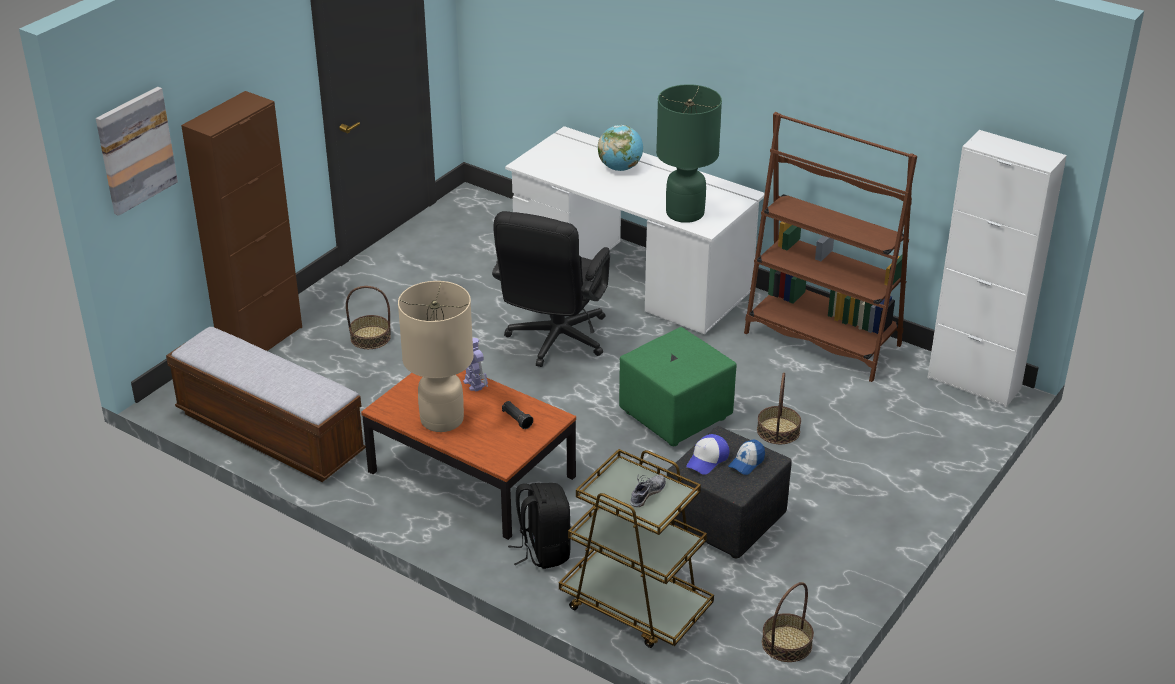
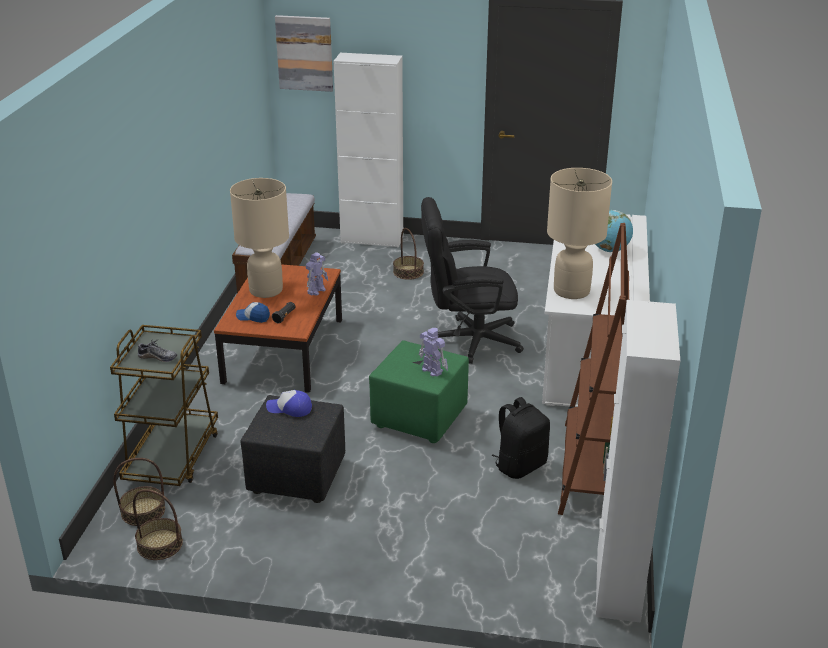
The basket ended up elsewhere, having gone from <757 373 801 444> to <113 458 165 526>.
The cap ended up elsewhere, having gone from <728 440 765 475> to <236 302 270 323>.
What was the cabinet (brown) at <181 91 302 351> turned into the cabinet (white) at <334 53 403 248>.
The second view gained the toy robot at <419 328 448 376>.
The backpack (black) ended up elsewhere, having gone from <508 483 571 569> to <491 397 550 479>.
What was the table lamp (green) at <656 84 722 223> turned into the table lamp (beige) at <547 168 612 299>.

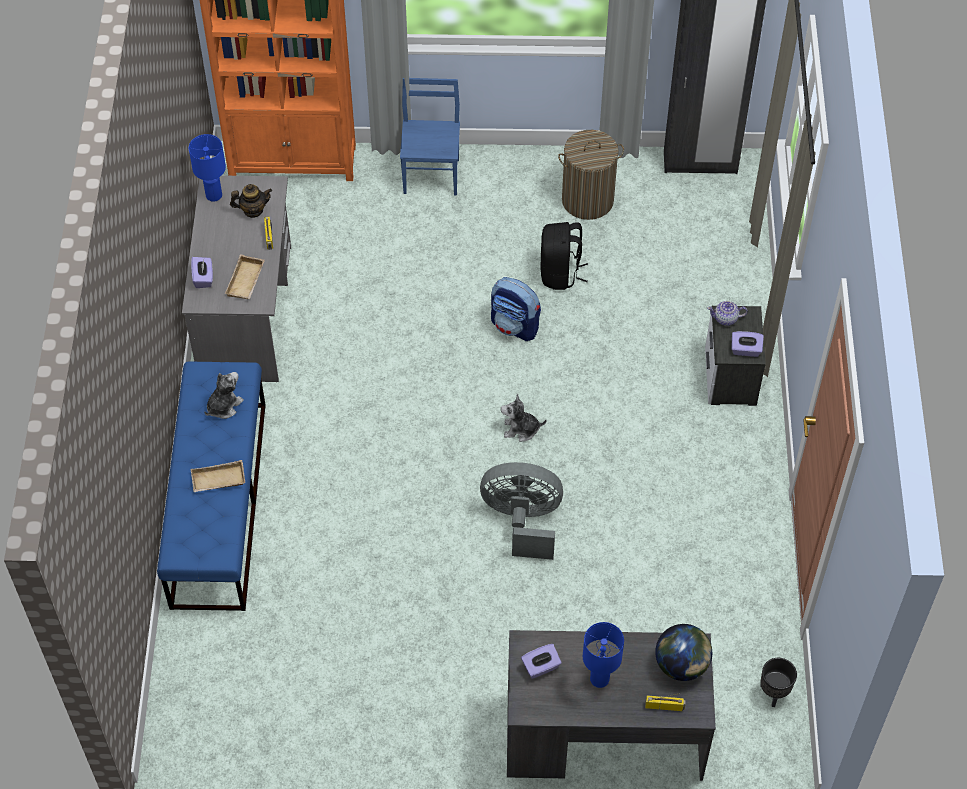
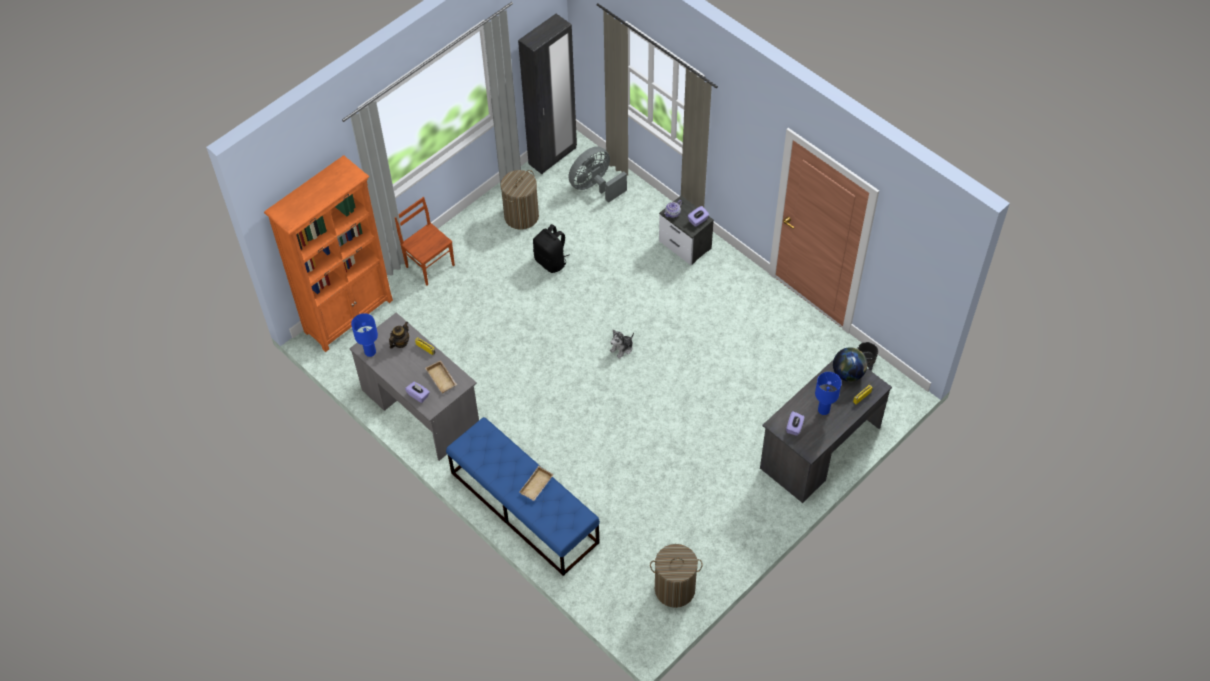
What was the chair (blue) at <400 78 460 195> turned into the chair (brown) at <395 197 455 285>.
The fan (grey) ended up elsewhere, having gone from <480 462 563 560> to <568 146 627 203>.
The second view gained the laundry basket at <650 544 703 608>.
The second view lost the plush toy at <204 372 244 419>.
The second view lost the backpack at <491 277 541 341>.

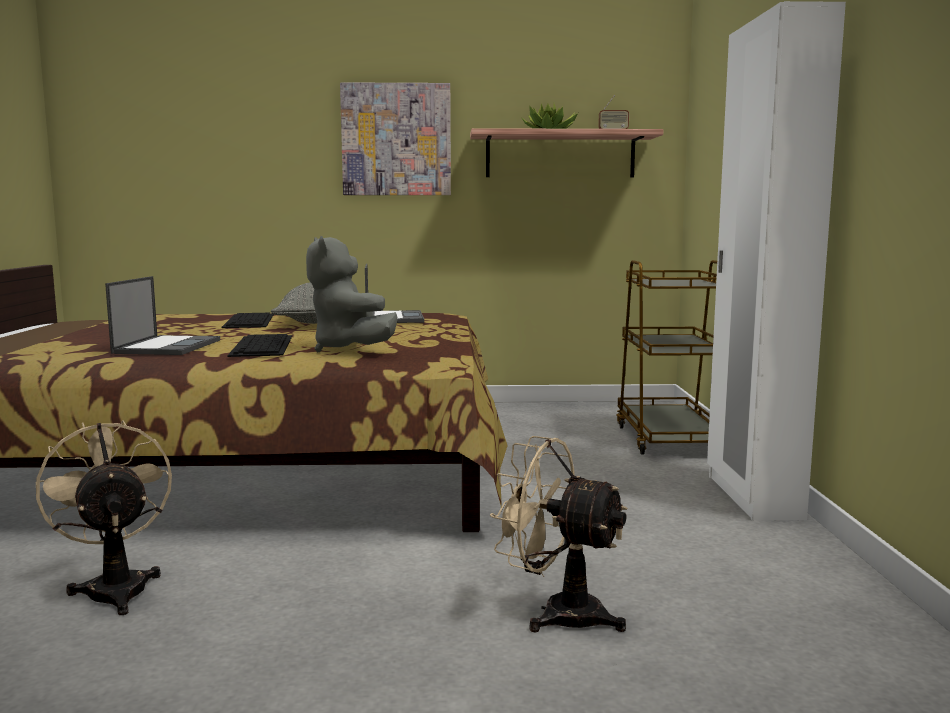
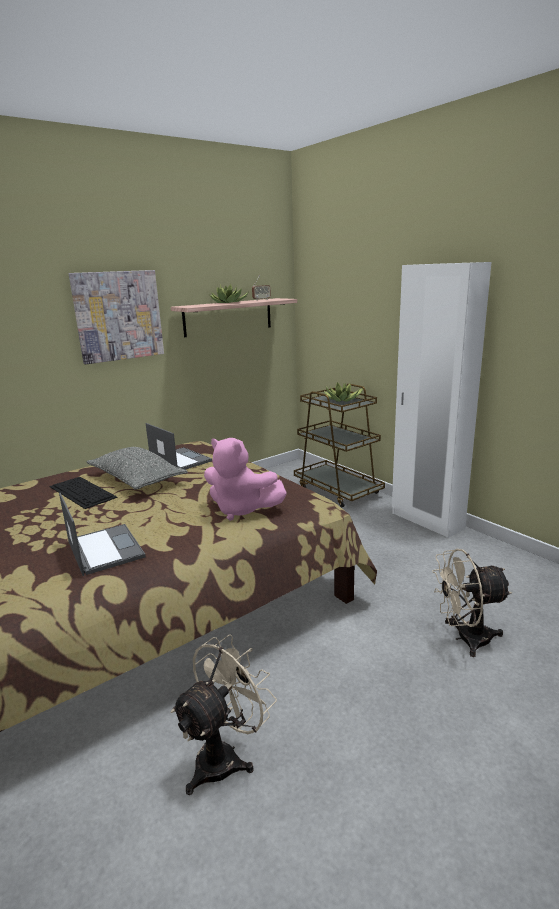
The fan (beige) at <36 420 172 615> ended up facing another way, 105 degrees clockwise from before.
What was the plush toy (grey) at <306 236 397 353> turned into the plush toy (pink) at <204 438 287 521>.
The second view gained the potted plant at <324 382 363 402>.
The second view lost the keyboard at <227 334 292 357>.

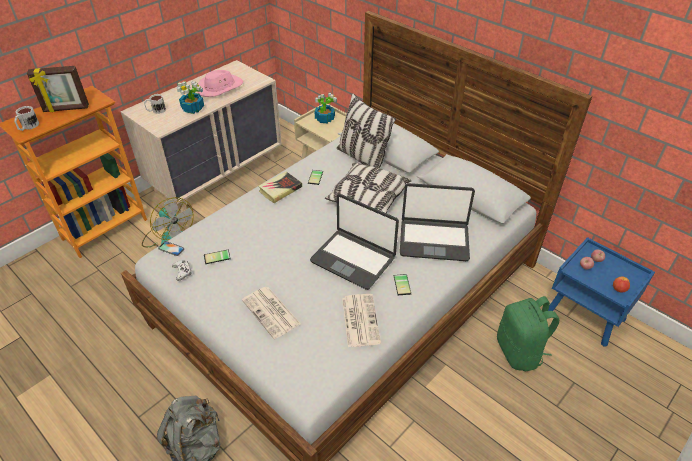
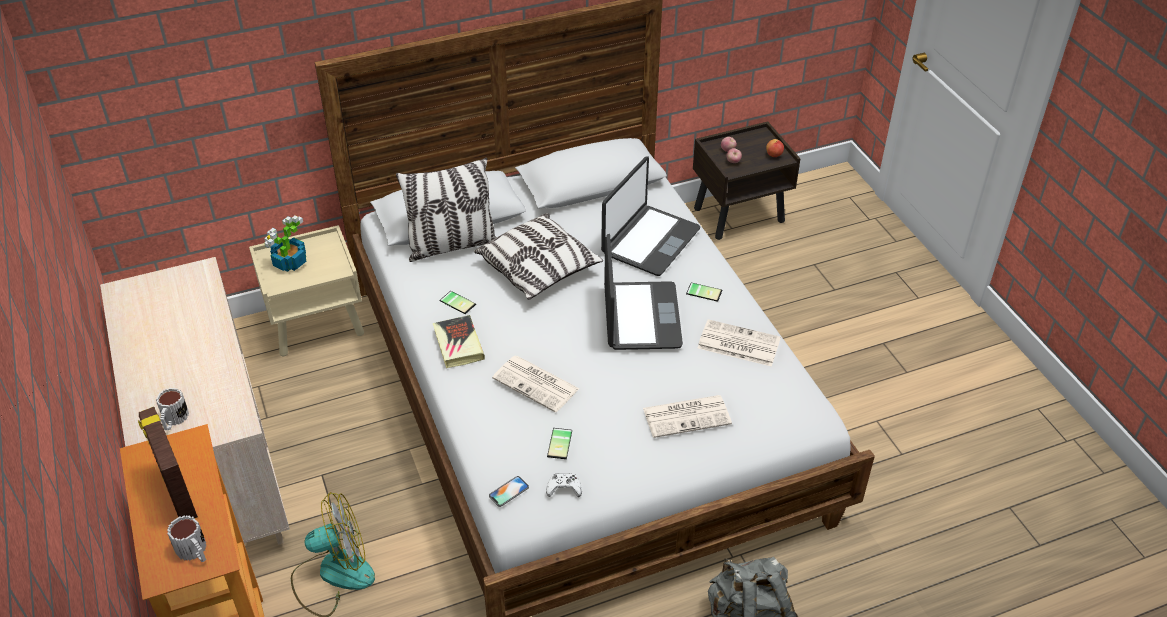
The picture frame at <27 66 89 112> ended up facing another way, 135 degrees clockwise from before.
The second view gained the newspaper at <492 356 580 412>.
The laptop at <310 194 399 290> ended up facing another way, 60 degrees counterclockwise from before.
What was the nightstand (blue) at <548 237 655 347> turned into the nightstand (brown) at <693 121 801 240>.
The second view lost the potted plant at <177 81 204 114>.
The second view lost the hat (pink) at <198 70 243 97>.
The second view lost the backpack (green) at <497 296 559 371>.

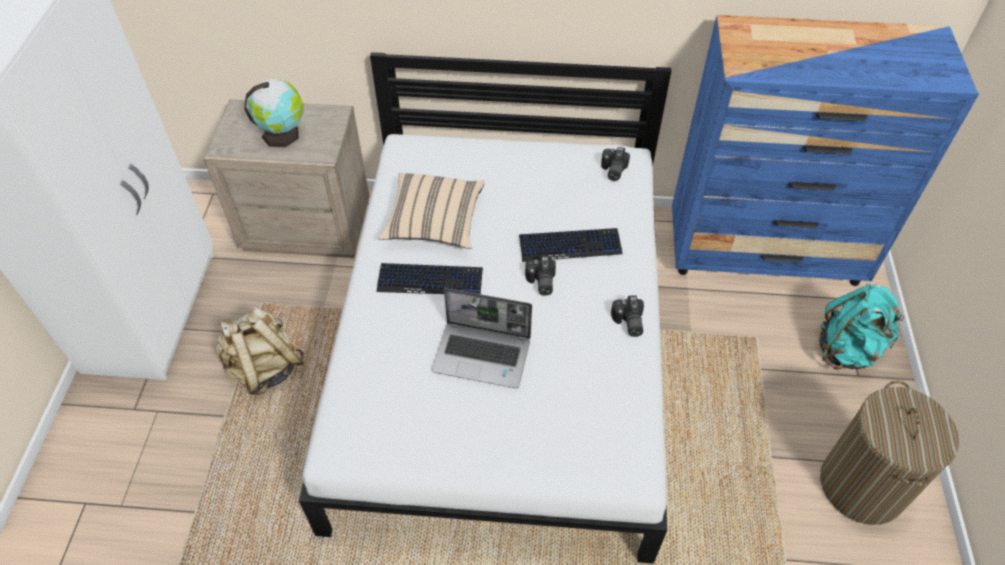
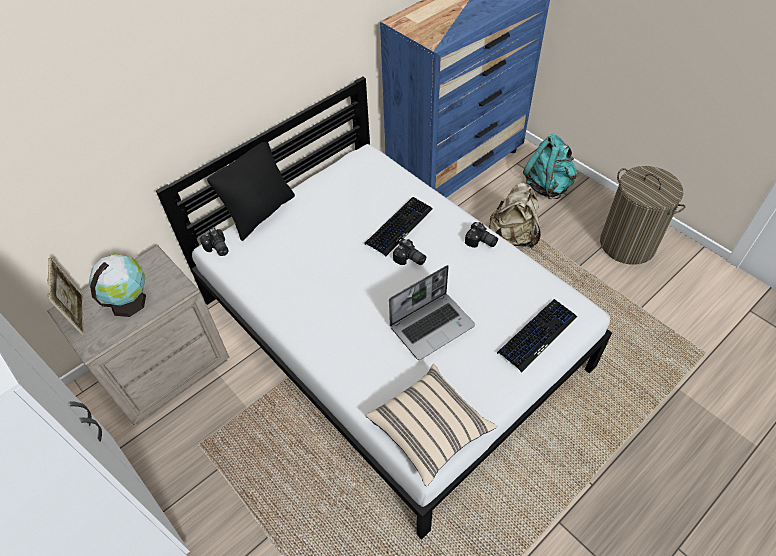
The second view gained the picture frame at <47 257 84 335>.
The photo camera ended up elsewhere, having gone from <601 147 630 181> to <200 227 228 256>.
The second view gained the pillow (black) at <207 142 295 241>.
The pillow (beige) ended up elsewhere, having gone from <378 173 485 249> to <366 364 497 486>.
The backpack (beige) ended up elsewhere, having gone from <215 307 304 395> to <489 183 541 248>.
The keyboard ended up elsewhere, having gone from <377 263 483 294> to <497 299 577 372>.

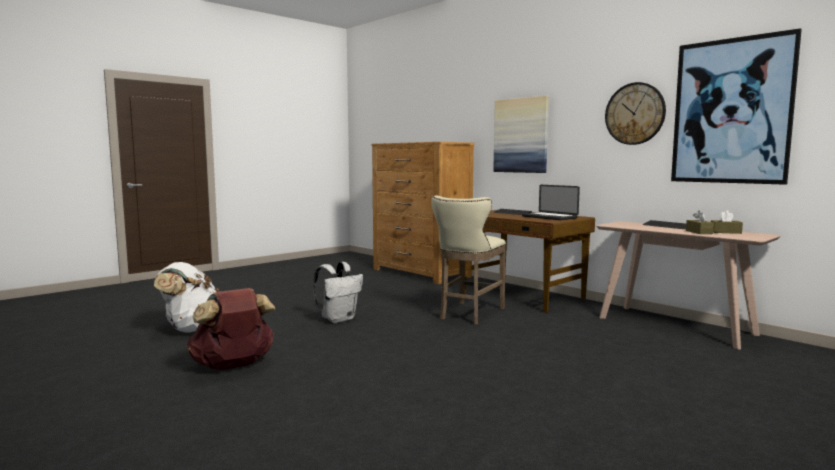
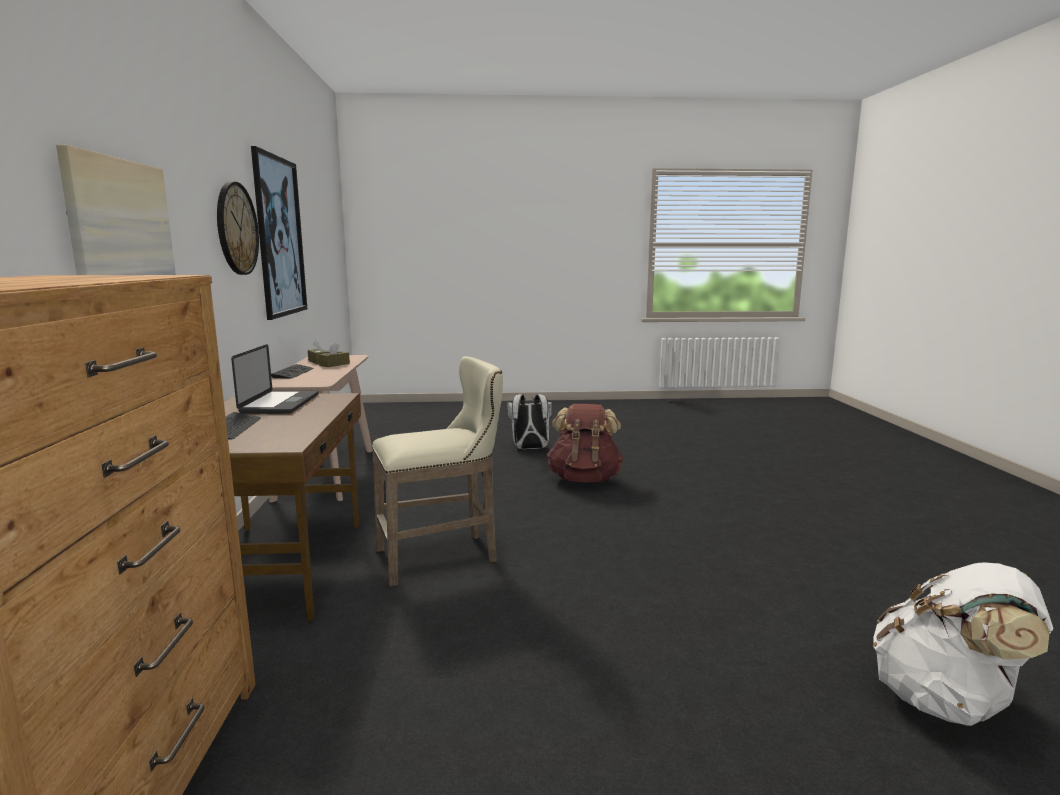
The backpack (white) ended up elsewhere, having gone from <313 262 363 323> to <507 394 552 449>.
The backpack (brown) ended up elsewhere, having gone from <187 288 275 370> to <547 404 624 482>.

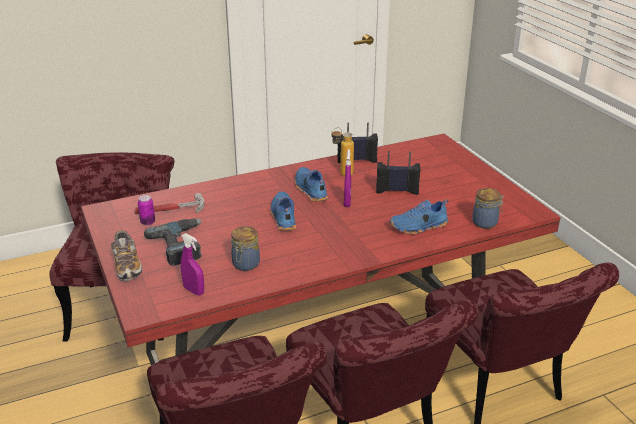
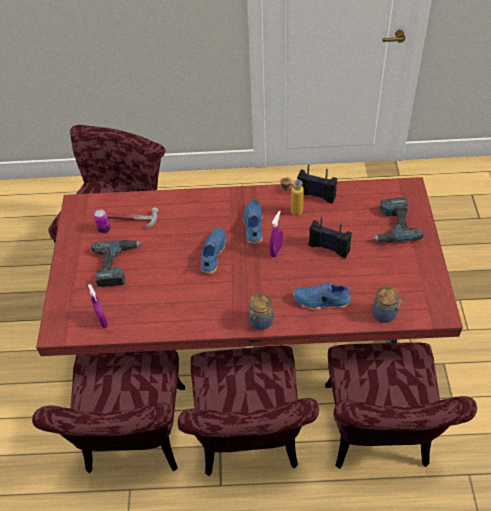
The jar ended up elsewhere, having gone from <231 226 260 271> to <249 293 273 330>.
The second view gained the power drill at <372 198 424 242>.
The second view lost the shoe at <111 229 143 281>.

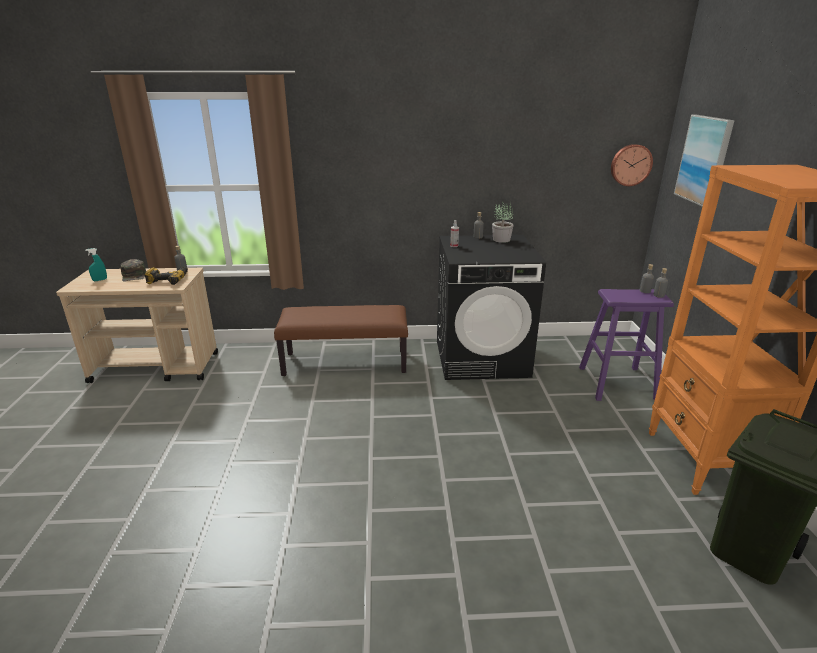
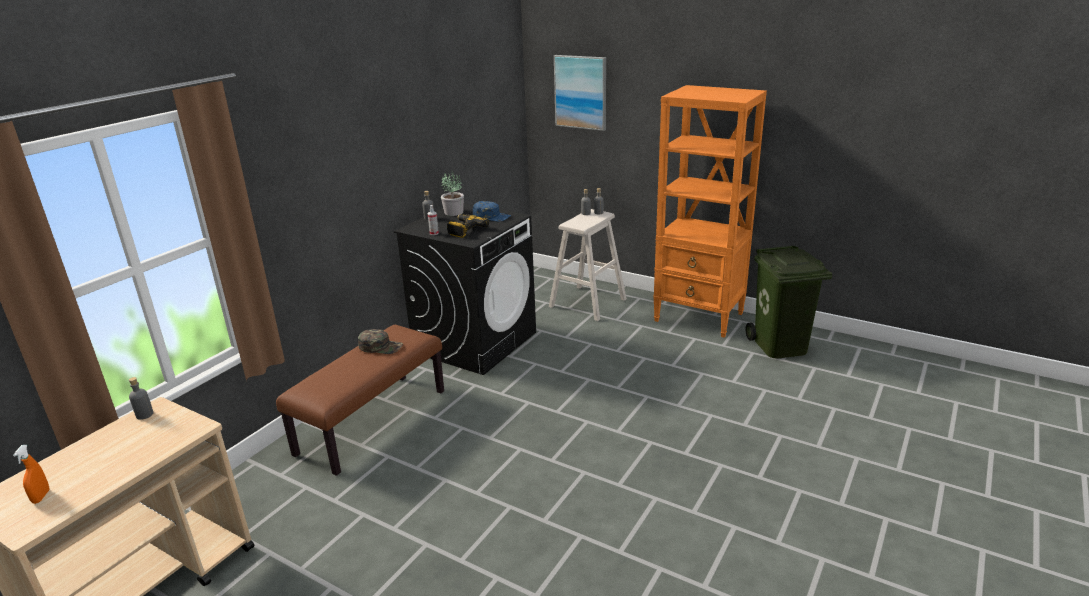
What was the spray bottle (turquoise) at <85 248 107 281> turned into the spray bottle (orange) at <13 445 50 504>.
The cap (green) ended up elsewhere, having gone from <120 259 146 282> to <358 329 403 354>.
The power drill ended up elsewhere, having gone from <144 267 188 285> to <447 214 489 238>.
The second view gained the cap (blue) at <473 201 511 221>.
What was the stool (purple) at <579 289 674 401> turned into the stool (beige) at <549 209 627 321>.
The second view lost the wall clock at <611 144 653 186>.

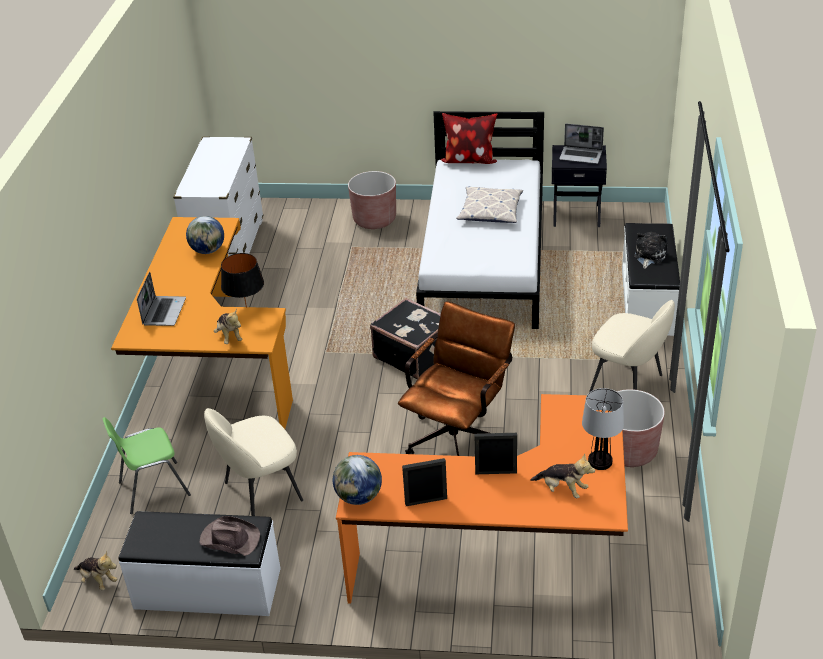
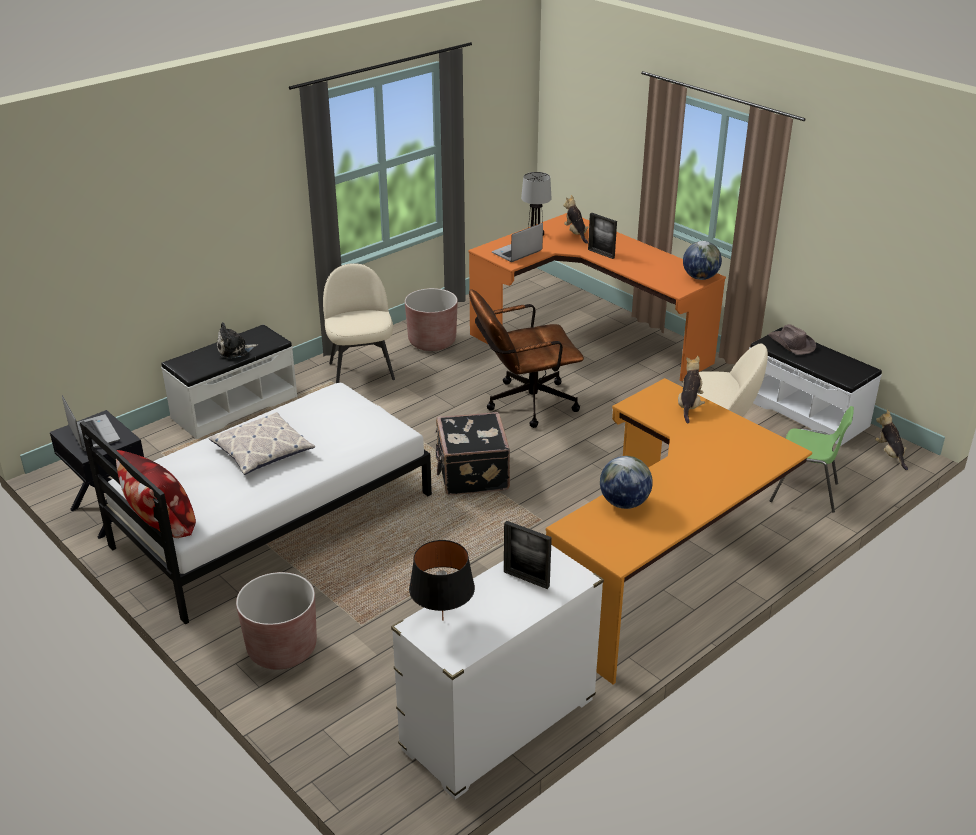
The table lamp (black) ended up elsewhere, having gone from <221 253 264 308> to <409 540 475 621>.
The laptop ended up elsewhere, having gone from <137 272 186 326> to <492 223 543 262>.
The picture frame ended up elsewhere, having gone from <402 458 447 506> to <504 521 552 589>.

